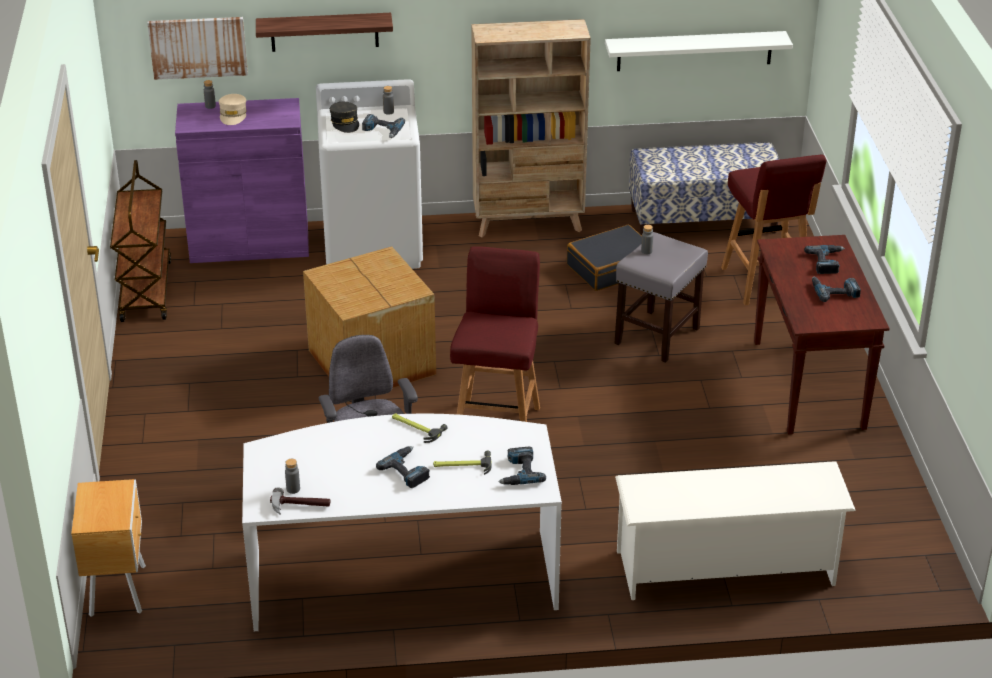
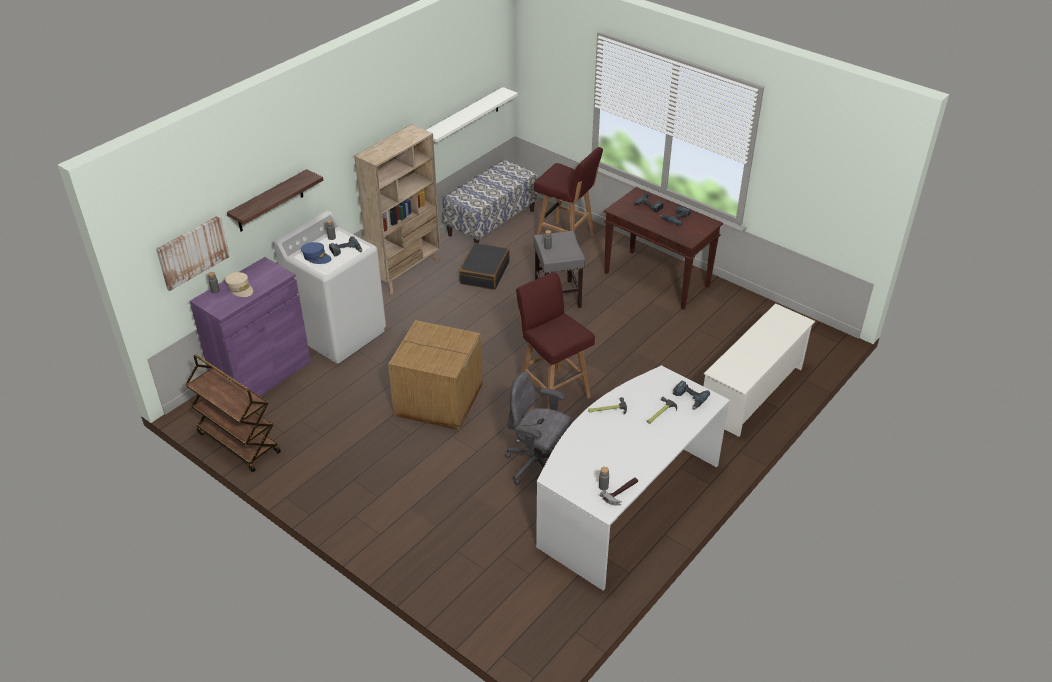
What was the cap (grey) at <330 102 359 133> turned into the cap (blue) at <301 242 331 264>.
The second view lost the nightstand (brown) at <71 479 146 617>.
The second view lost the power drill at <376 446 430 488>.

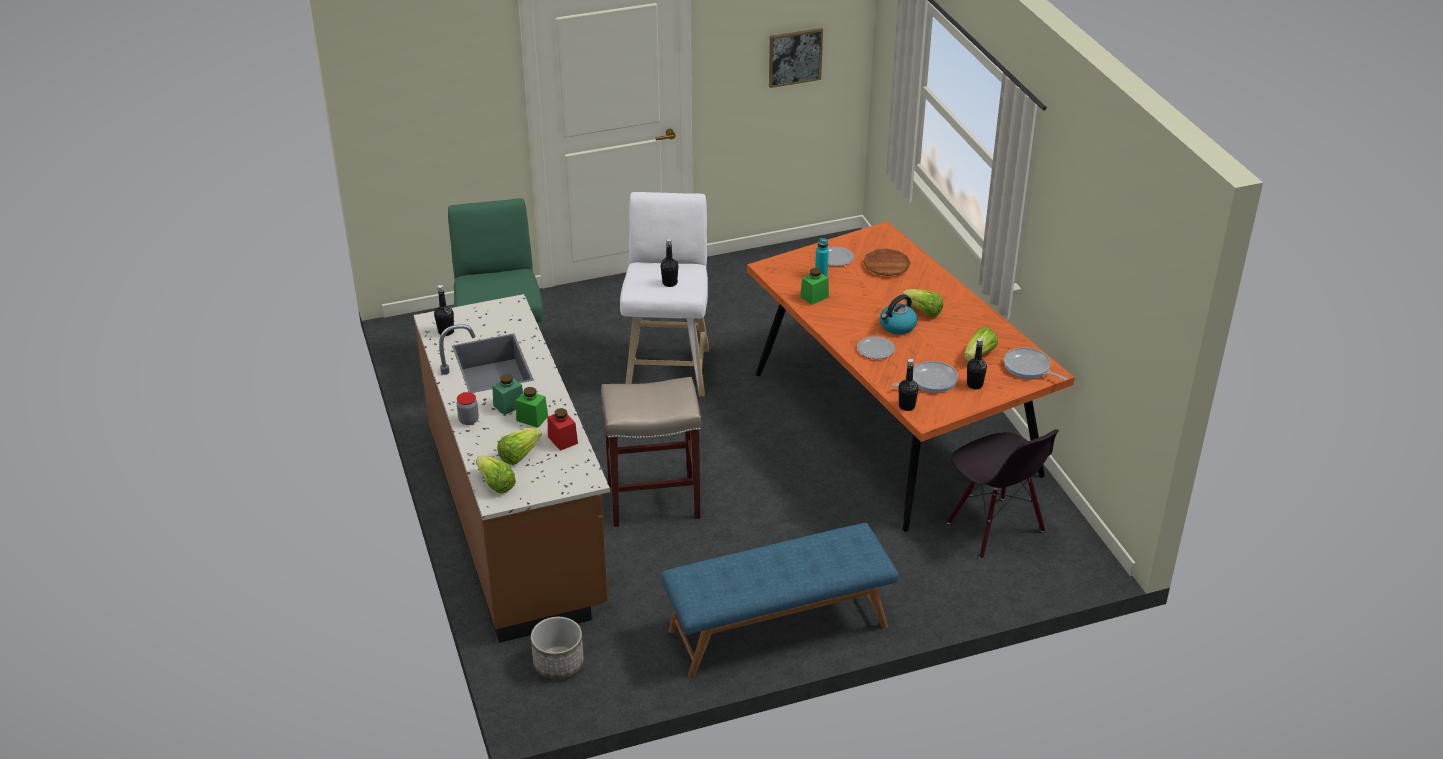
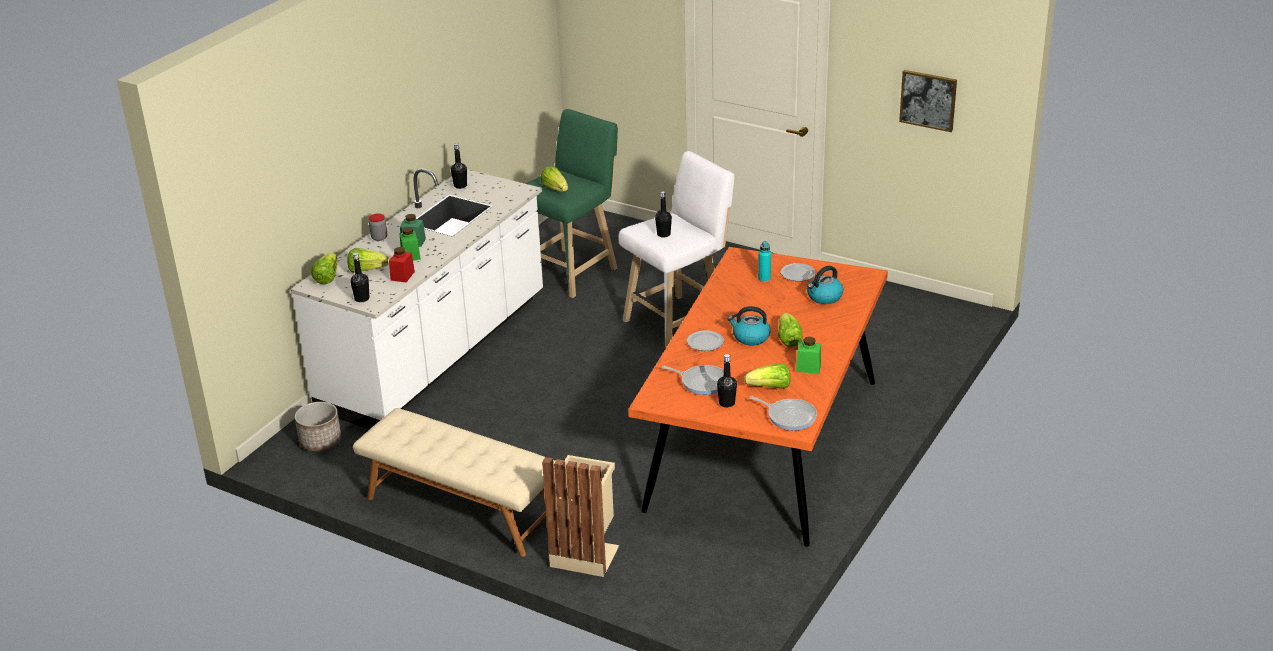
What was the counter (brown) at <414 294 610 643> turned into the counter (white) at <291 169 543 429>.
The bottle (black) ended up elsewhere, having gone from <898 359 919 411> to <350 253 369 302>.
What was the bench (blue) at <661 523 899 678> turned into the bench (beige) at <353 408 555 557>.
The second view gained the lettuce at <541 166 568 192>.
The second view gained the trash can (beige) at <542 455 619 577>.
The frying pan at <1004 347 1067 380> ended up facing another way, 120 degrees clockwise from before.
The jar (green) ended up elsewhere, having gone from <800 268 829 305> to <796 337 821 374>.
Where the plate (brown) stood at <863 249 911 276>, the kettle came to stand at <807 266 843 304>.
The second view lost the stool (beige) at <601 377 701 527>.
The second view lost the chair (black) at <947 429 1059 559>.

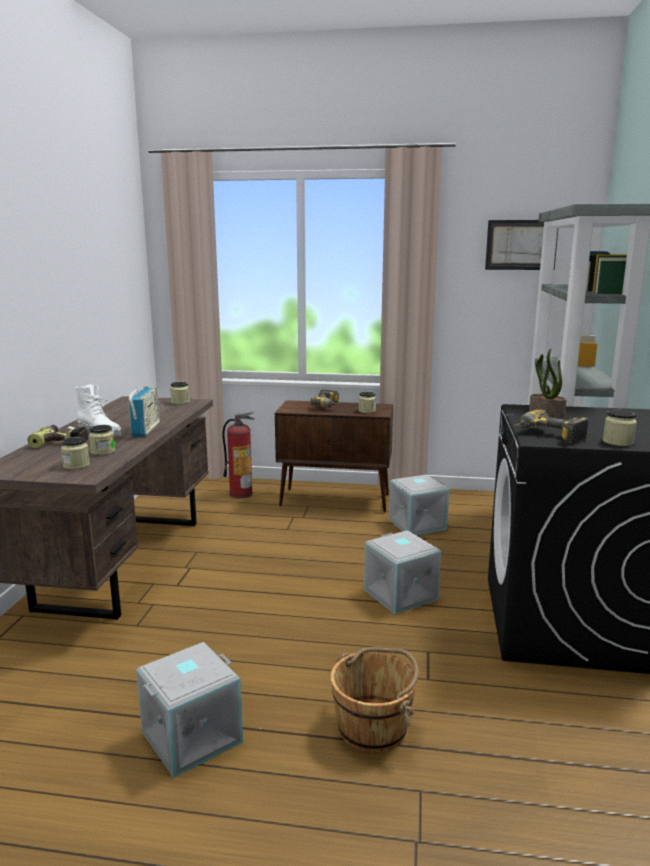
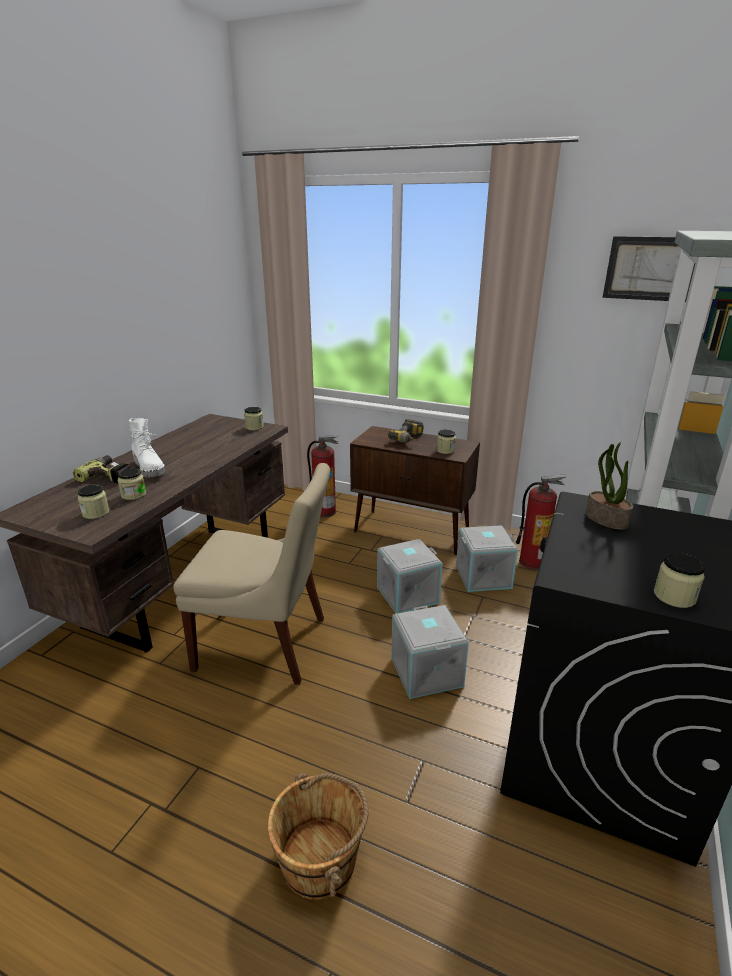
The second view gained the chair (beige) at <174 463 330 685>.
The storage box (grey) ended up elsewhere, having gone from <136 642 243 778> to <377 539 443 614>.
The second view gained the fire extinguisher at <516 474 566 570>.
The second view lost the radio at <129 387 160 437>.
The second view lost the power drill at <515 409 589 445>.

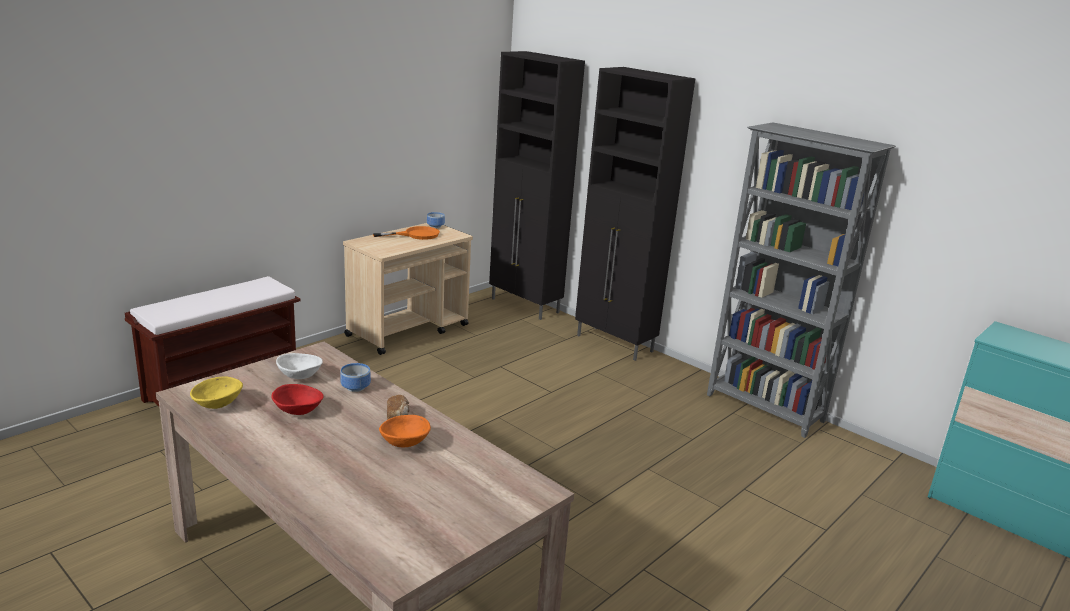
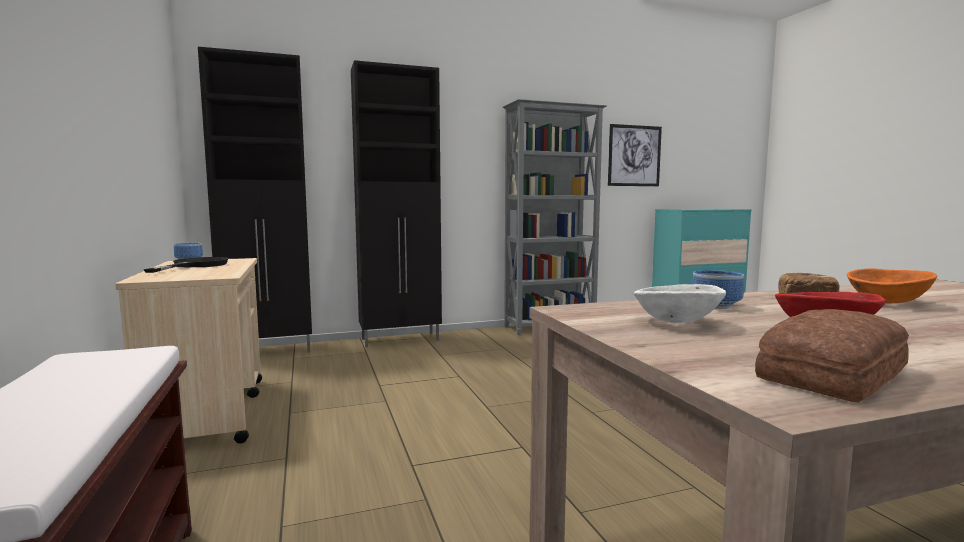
What was the frying pan (orange) at <373 226 440 240> turned into the frying pan (black) at <144 257 229 273>.
The second view gained the picture at <608 124 662 186>.
Where the bowl (yellow) stood at <190 377 243 409>, the bread came to stand at <755 309 909 403>.

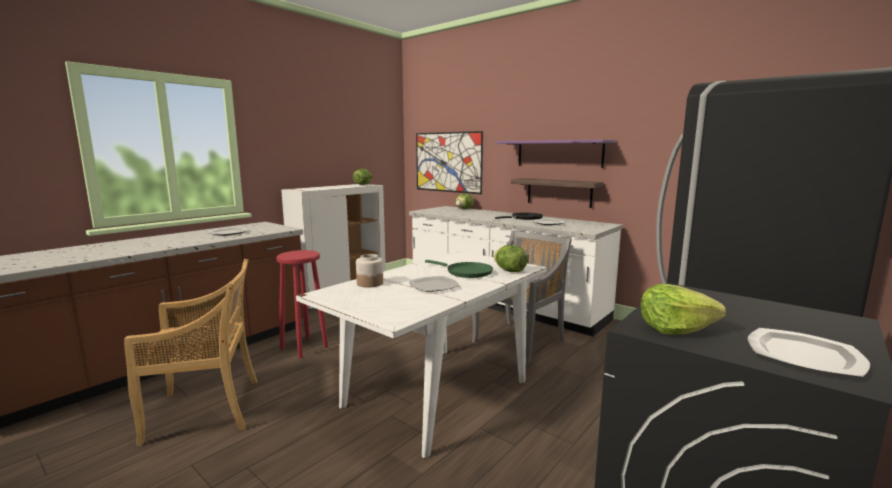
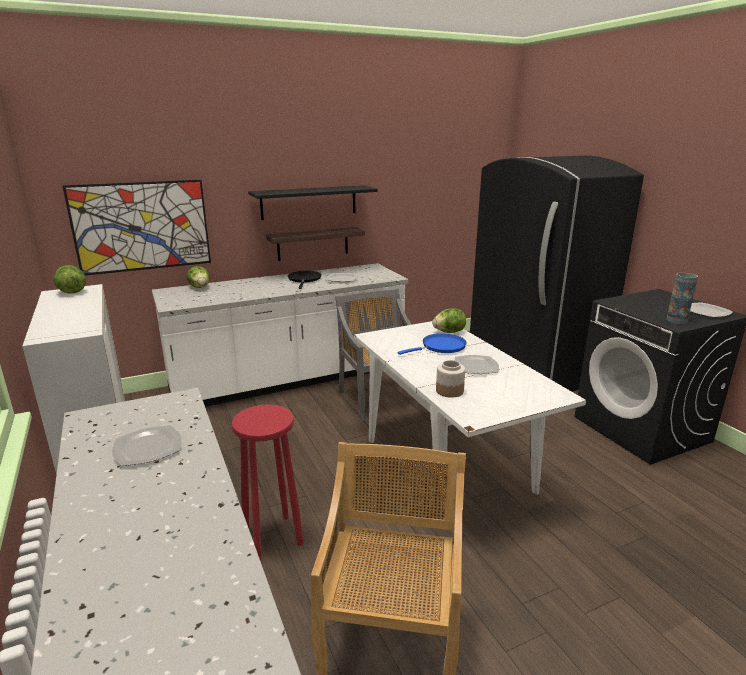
What was the shelf (purple) at <496 139 616 168> turned into the shelf (black) at <248 185 378 220>.
What was the frying pan (green) at <425 260 493 278> turned into the frying pan (blue) at <397 333 467 355>.
Where the lettuce stood at <641 284 726 335>, the vase came to stand at <667 273 698 324>.

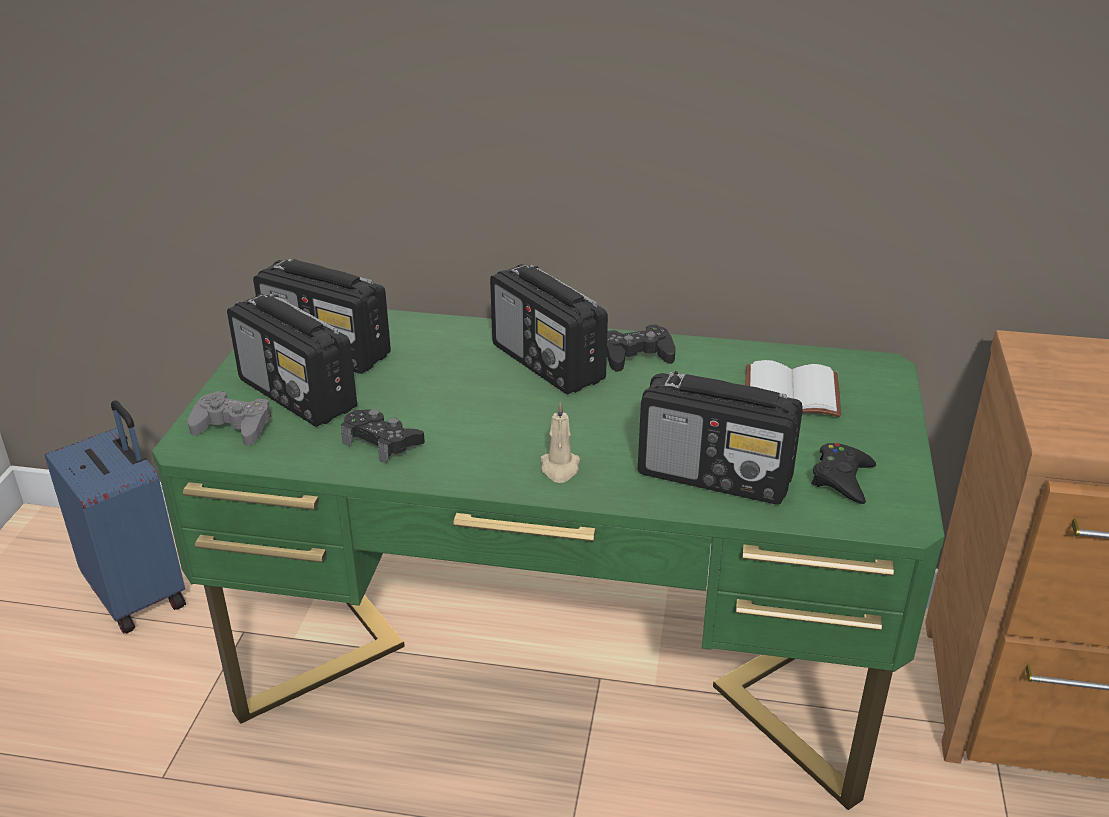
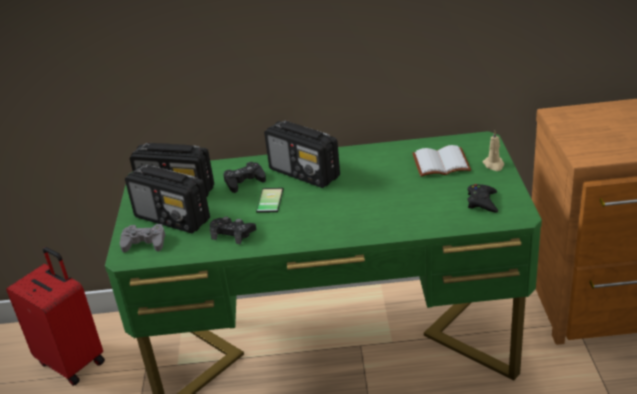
What was the suitcase (blue) at <45 401 186 634> turned into the suitcase (red) at <6 247 105 386>.
The game controller (black) ended up elsewhere, having gone from <607 324 676 372> to <223 162 266 193>.
The second view gained the phone at <256 188 283 213>.
The candle (beige) ended up elsewhere, having gone from <541 401 580 483> to <482 131 504 171>.
The second view lost the radio at <638 371 803 505>.

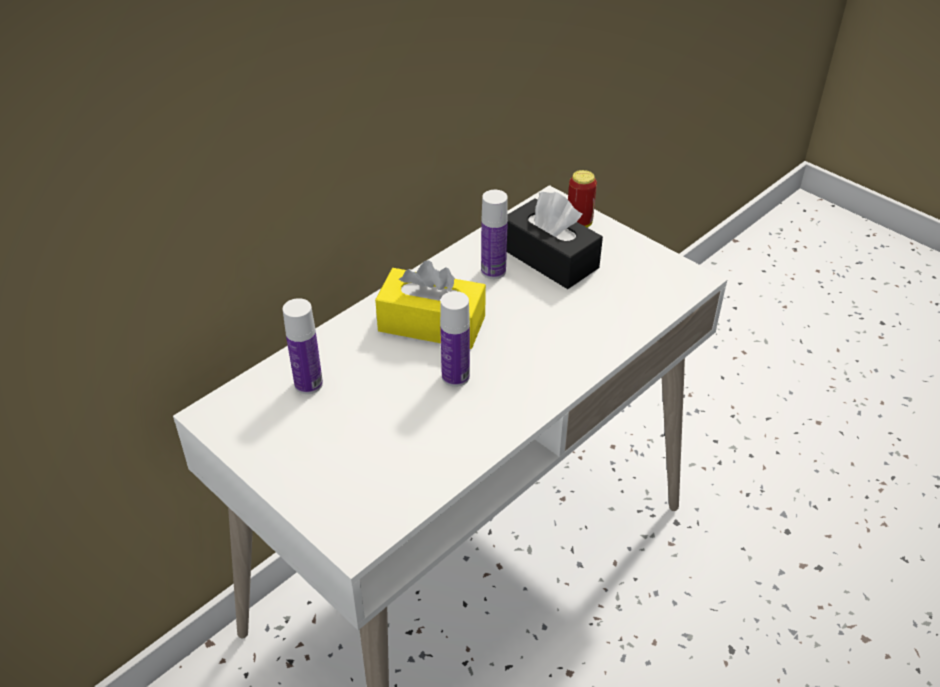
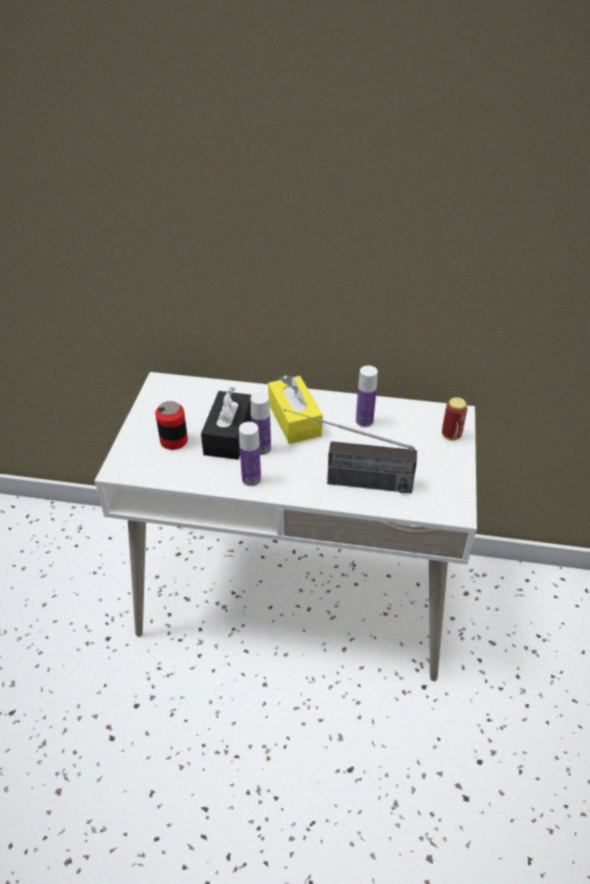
The second view gained the can at <155 401 188 450>.
The tissue box (black) ended up elsewhere, having gone from <507 192 603 289> to <201 387 252 460>.
The bottle ended up elsewhere, having gone from <283 298 323 394> to <239 422 261 486>.
The second view gained the radio at <284 409 417 493>.

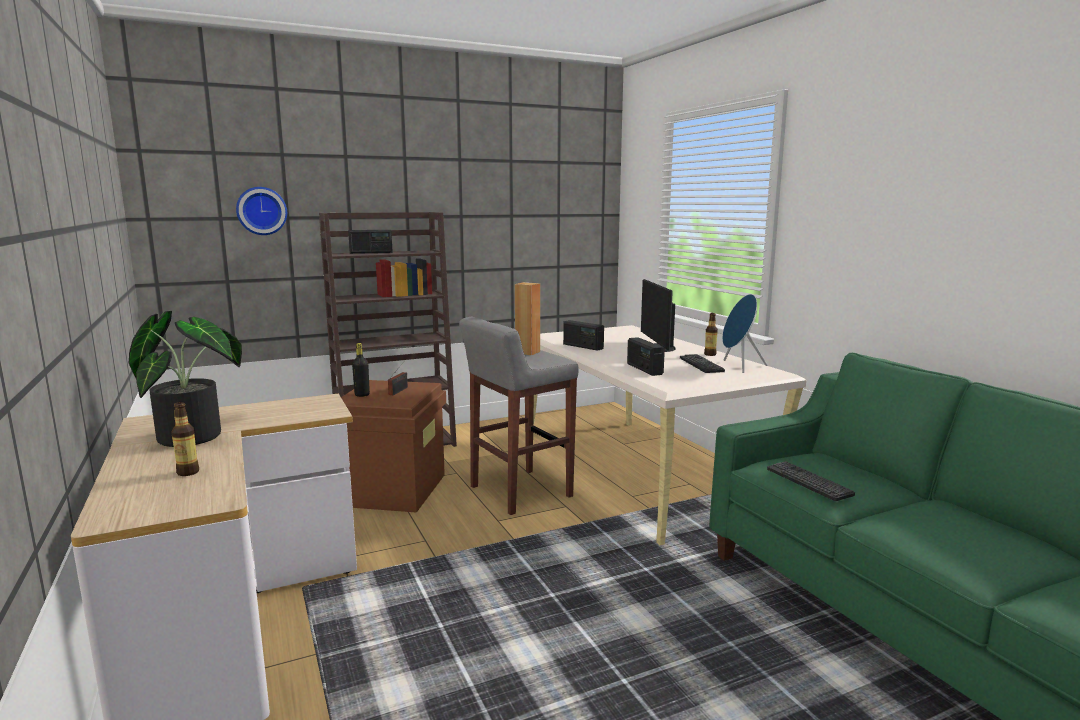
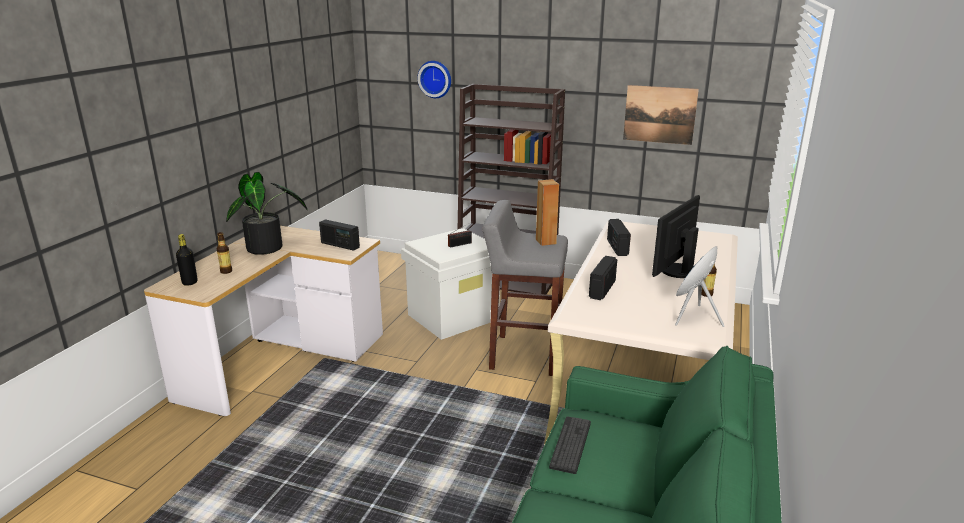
The bottle (black) ended up elsewhere, having gone from <352 343 370 397> to <176 234 198 286>.
The radio ended up elsewhere, having gone from <348 230 393 254> to <319 219 360 251>.
What was the storage box (brown) at <341 380 446 513> turned into the storage box (white) at <401 228 500 340>.
The second view gained the picture at <623 85 699 145>.
The second view lost the keyboard at <680 354 725 373>.

